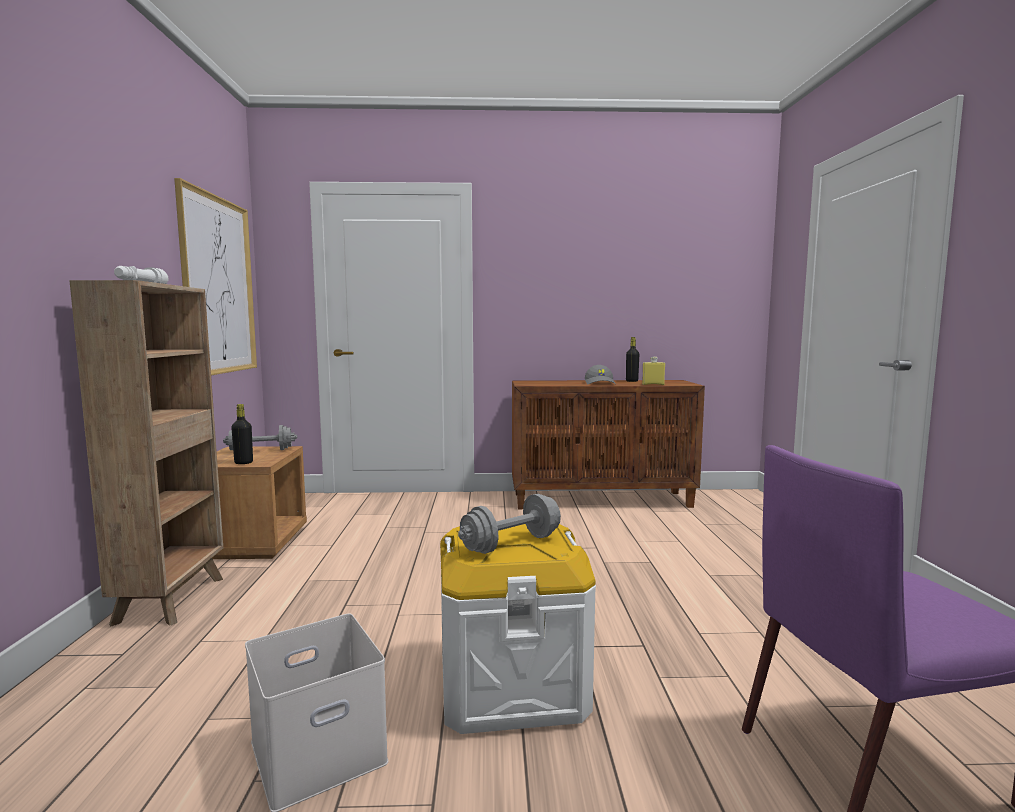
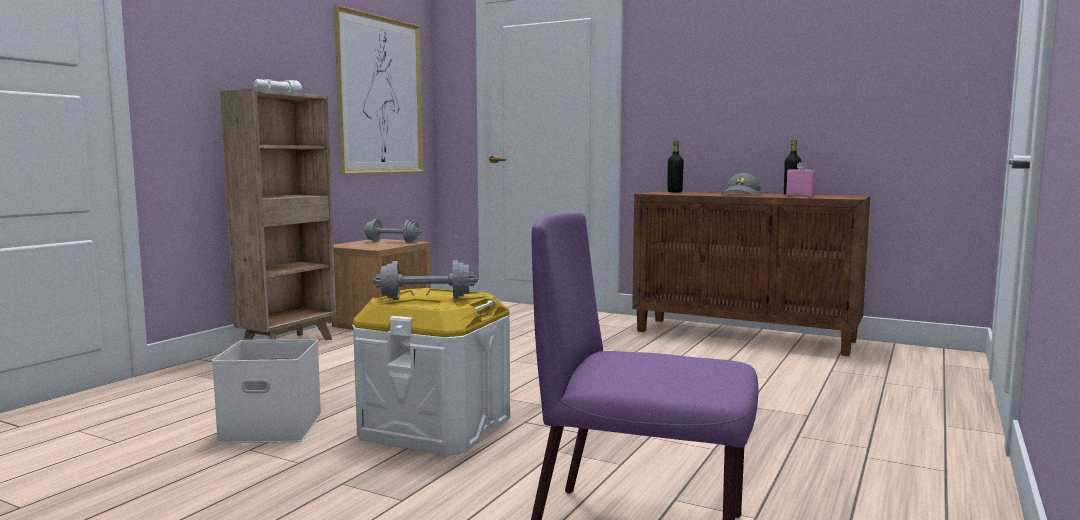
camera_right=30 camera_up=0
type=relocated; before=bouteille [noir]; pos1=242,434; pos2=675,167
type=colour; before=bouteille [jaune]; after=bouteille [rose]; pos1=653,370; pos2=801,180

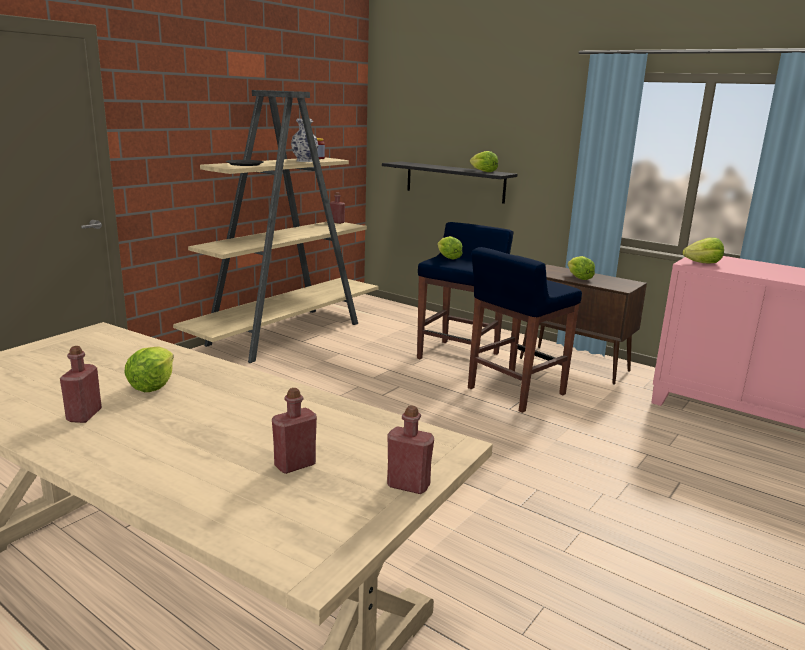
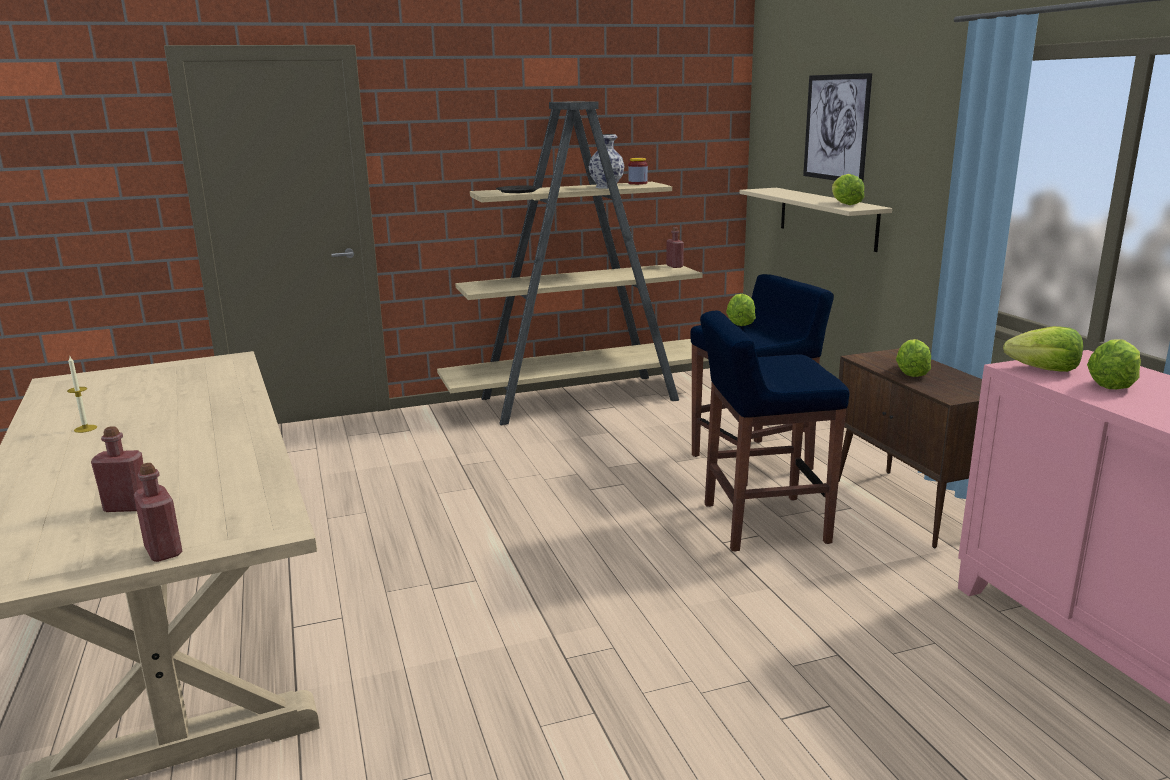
camera_right=35 camera_up=0
type=appeared; after=tableau; pos2=837,127
type=relocated; before=laitue; pos1=149,369; pos2=1114,364
type=exchanged; before=bouteille [rouge]; after=bougie; pos1=81,384; pos2=82,395
type=colour; before=étagère [noir]; after=étagère [beige]; pos1=449,182; pos2=815,220

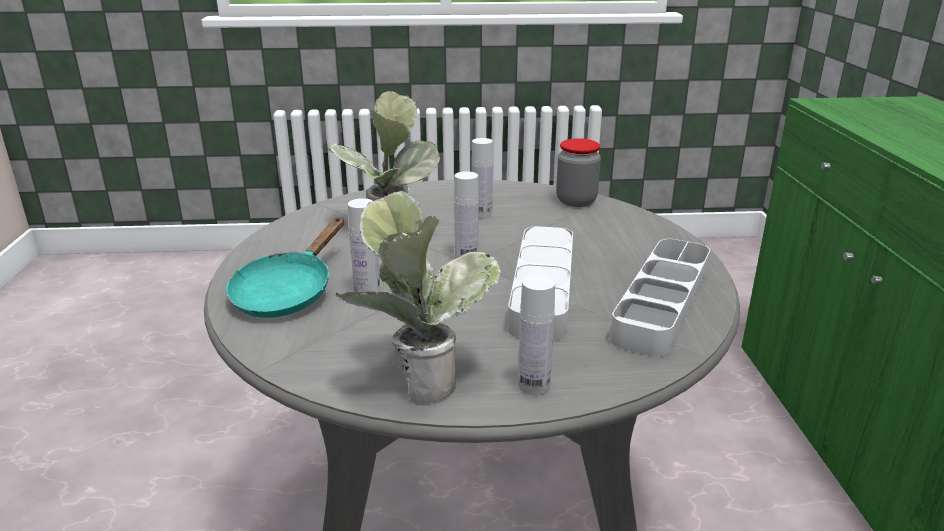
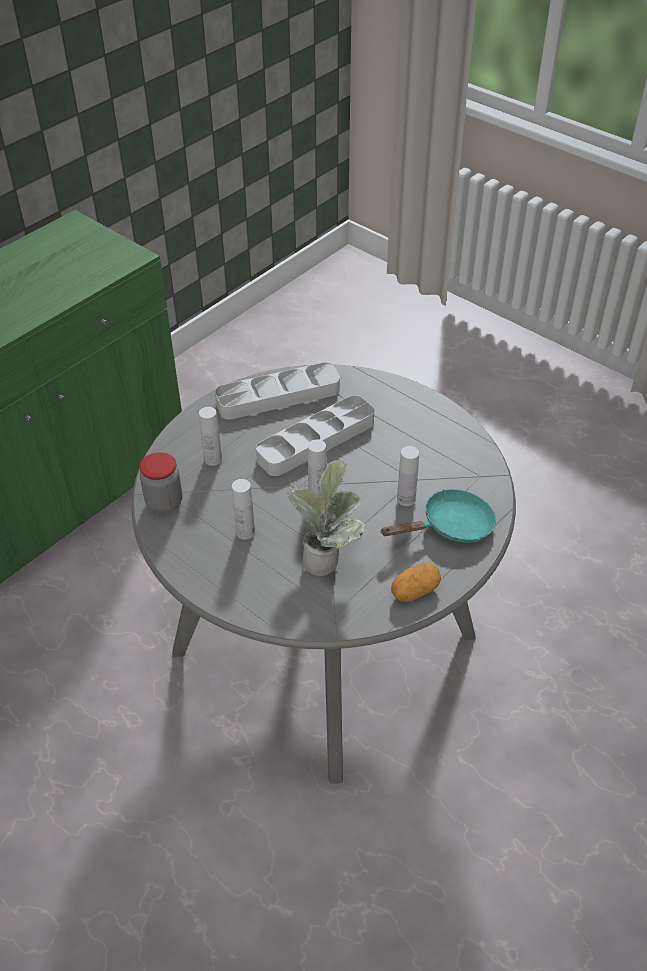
camera_right=-135 camera_up=20
type=missing; before=plante en pot; pos1=418,297
type=appeared; after=pomme de terre; pos2=416,582
type=relocated; before=bouteille [blanc]; pos1=536,335; pos2=210,436

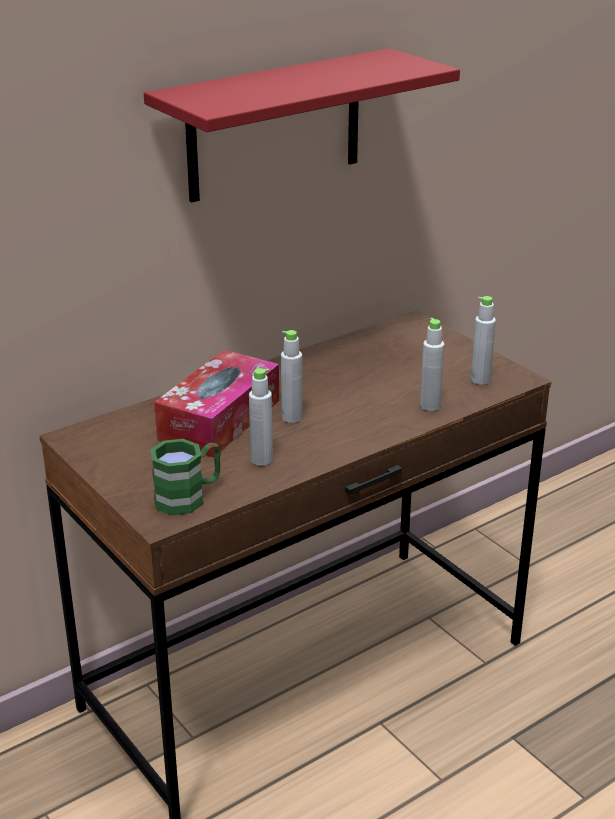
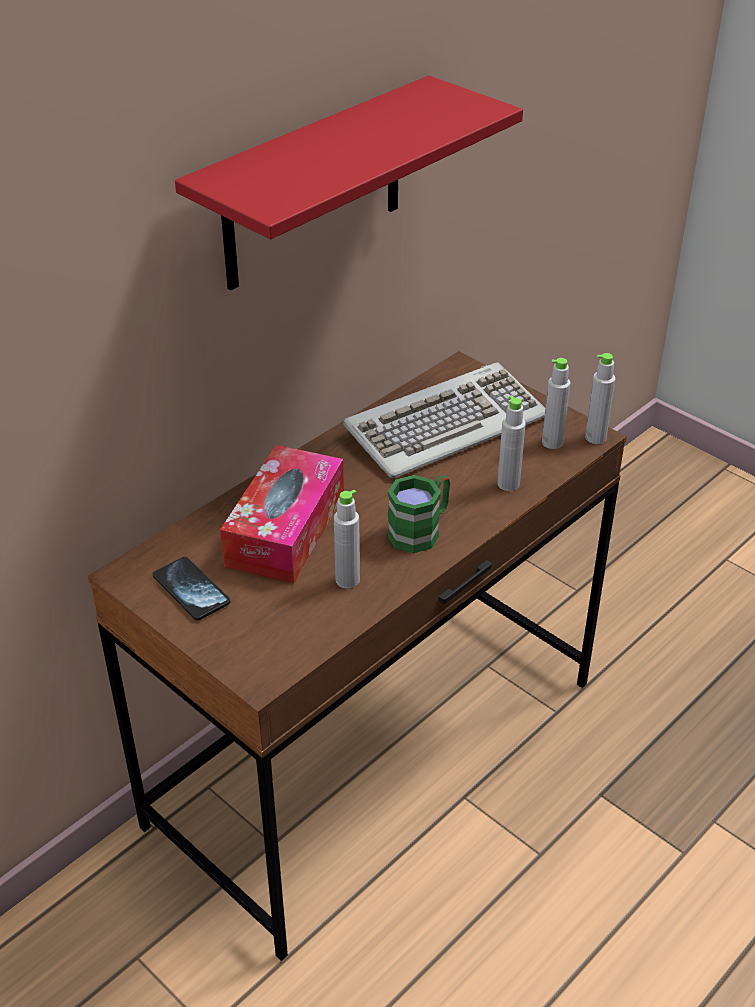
camera_right=-10 camera_up=10
type=appeared; after=téléphone; pos2=191,588
type=appeared; after=clavier; pos2=444,420
type=relocated; before=mug [vert]; pos1=186,477; pos2=418,514
type=relocated; before=bouteille [gris]; pos1=291,376; pos2=600,398

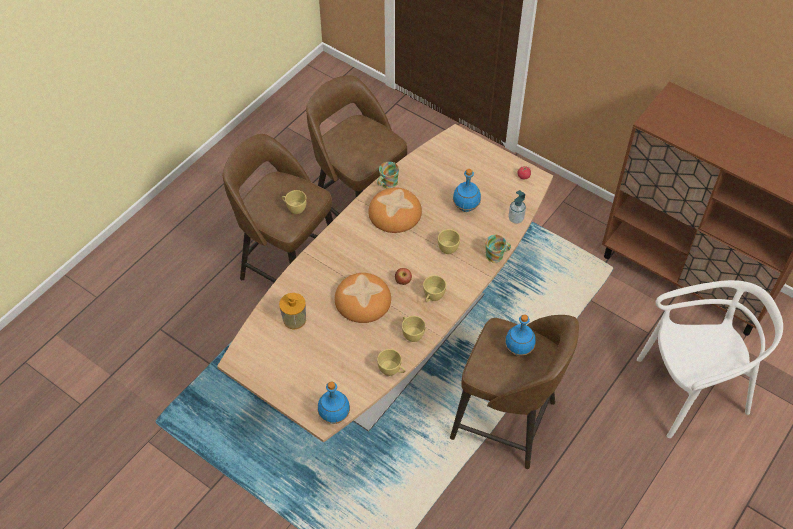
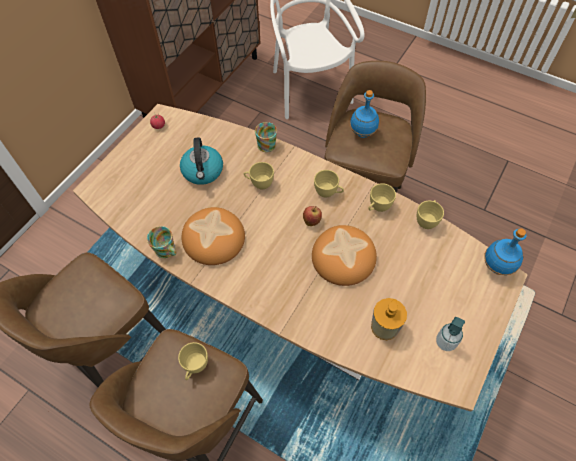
camera_right=-95 camera_up=5
type=relocated; before=distributeur de savon; pos1=517,207; pos2=450,334
type=exchanged; before=bouteille [bleu]; after=bouilloire; pos1=467,190; pos2=201,161

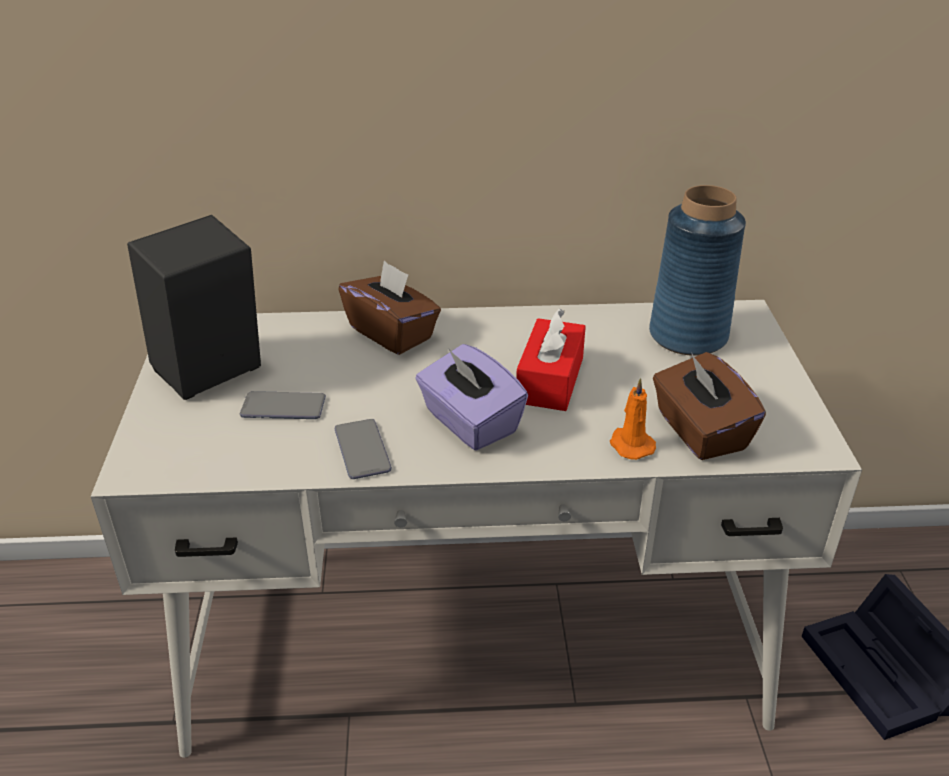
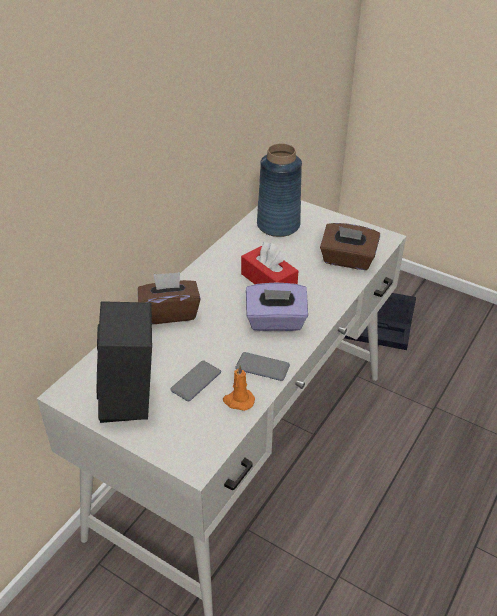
camera_right=-55 camera_up=5
type=relocated; before=bougie [orange]; pos1=633,419; pos2=239,388

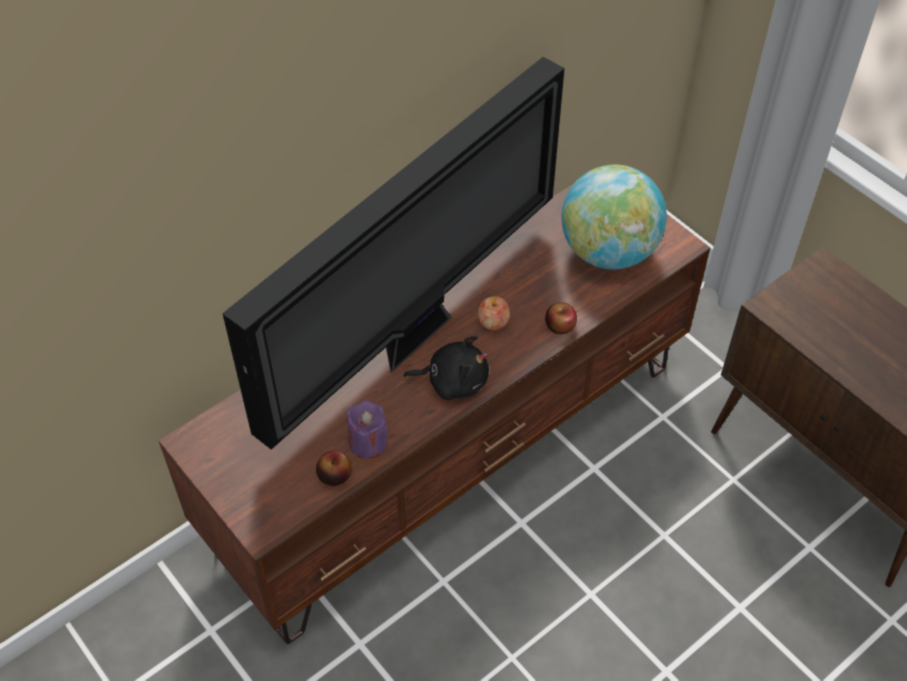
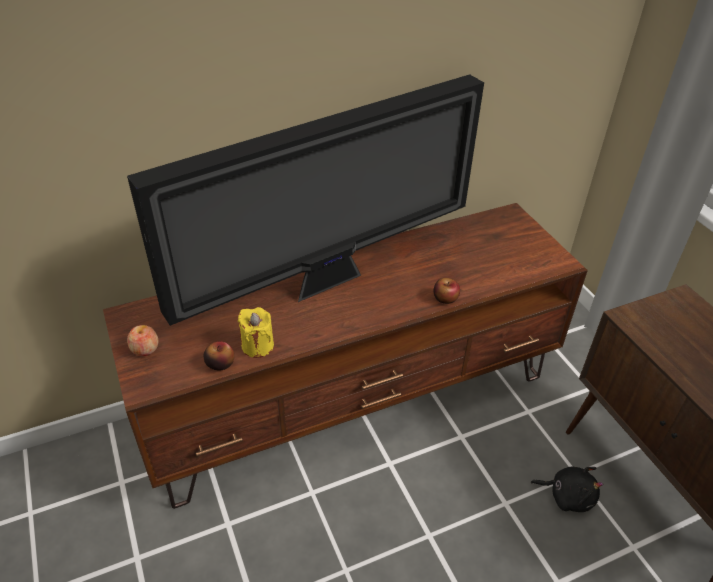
camera_right=15 camera_up=-10
type=missing; before=globe; pos1=614,217
type=relocated; before=peluche [noir]; pos1=446,368; pos2=567,489
type=relocated; before=pomme; pos1=494,313; pos2=142,340
type=colour; before=bougie [violet]; after=bougie [jaune]; pos1=367,429; pos2=256,332

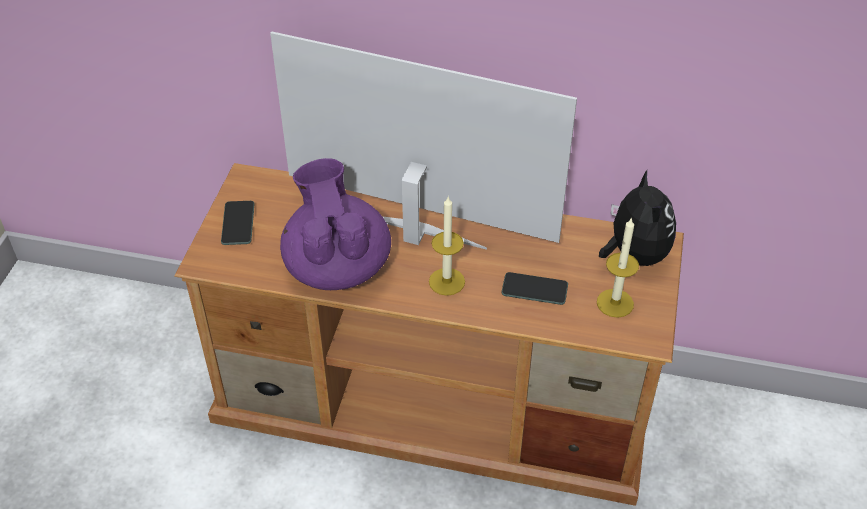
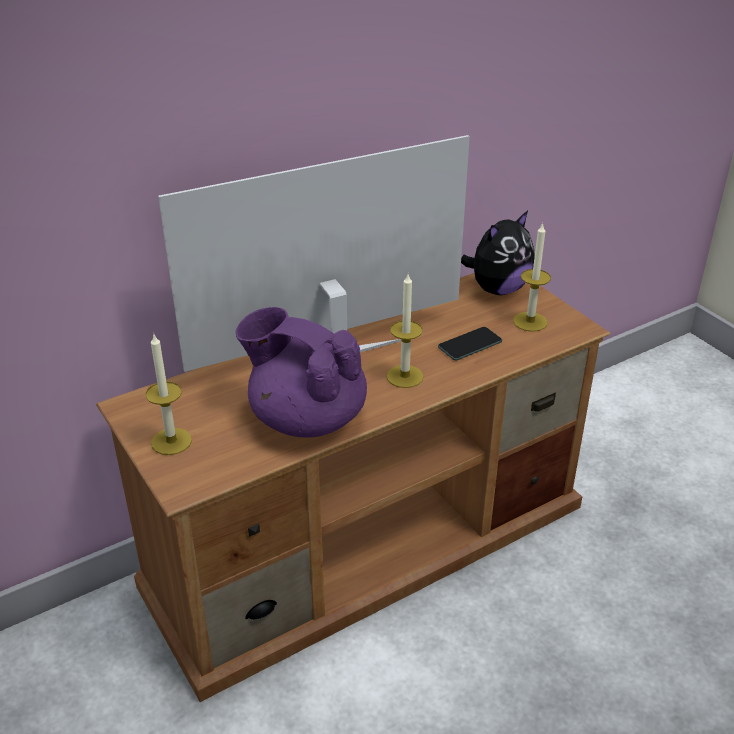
camera_right=-45 camera_up=-10
type=exchanged; before=téléphone; after=bougie; pos1=237,223; pos2=169,395
type=spun; before=peluche; pos1=637,218; pos2=498,253; turn=105

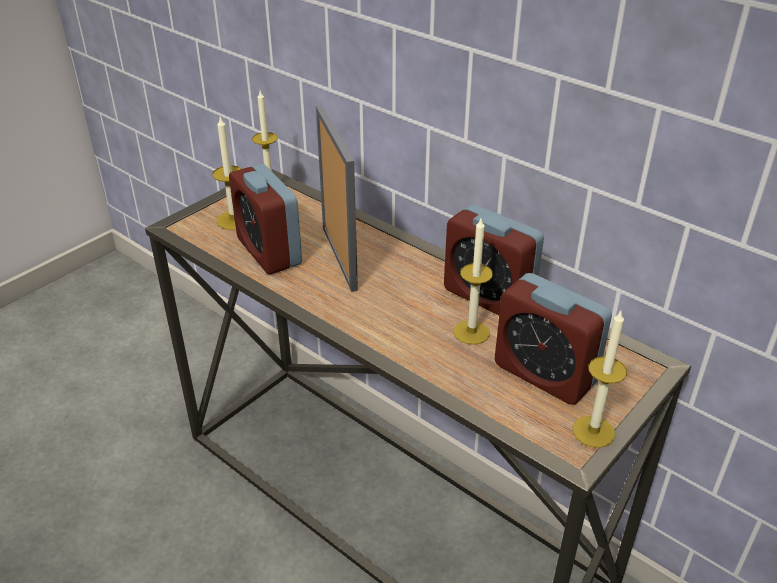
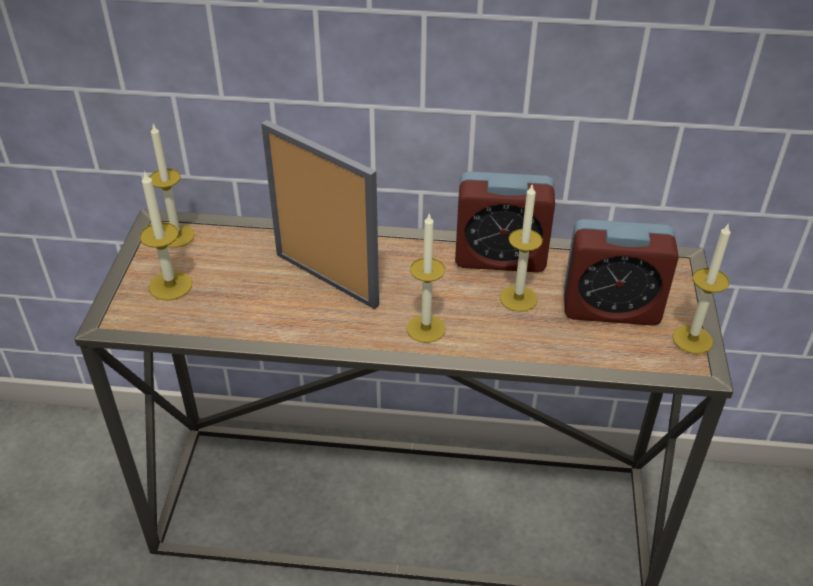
camera_right=-35 camera_up=5
type=missing; before=réveil; pos1=265,219
type=appeared; after=bougie; pos2=426,278

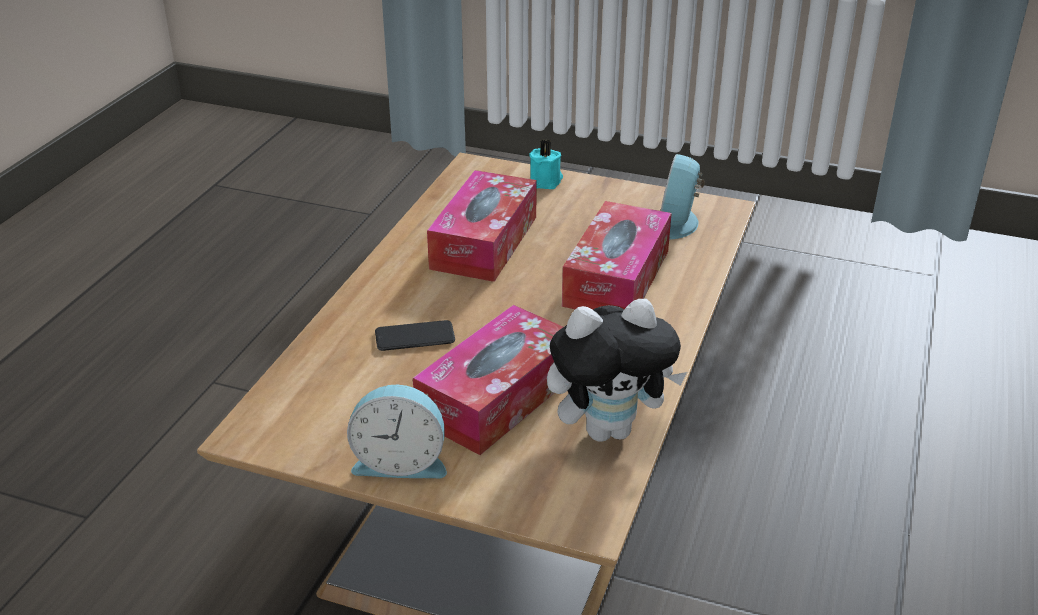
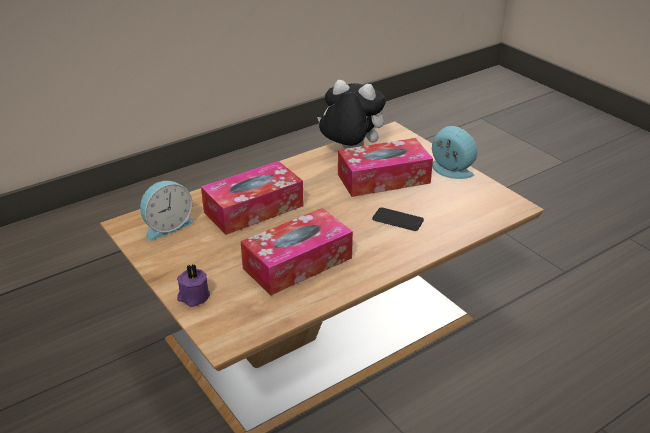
camera_right=-145 camera_up=0
type=colour; before=bougie [turquoise]; after=bougie [violet]; pos1=546,164; pos2=193,286

